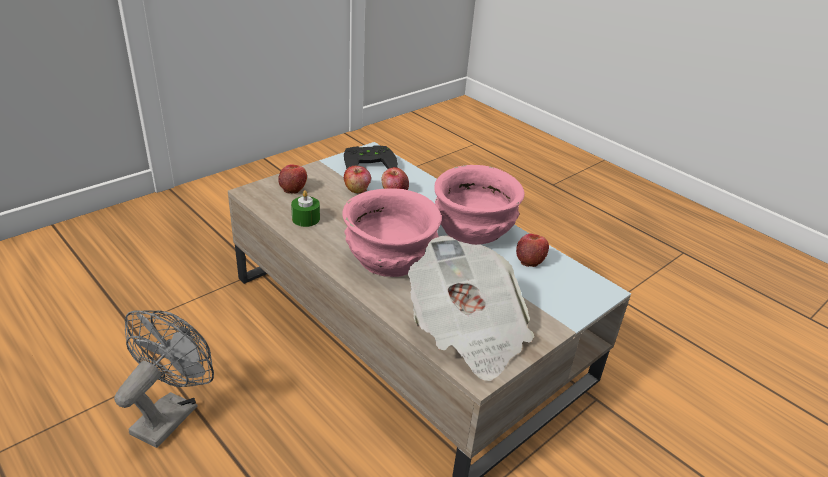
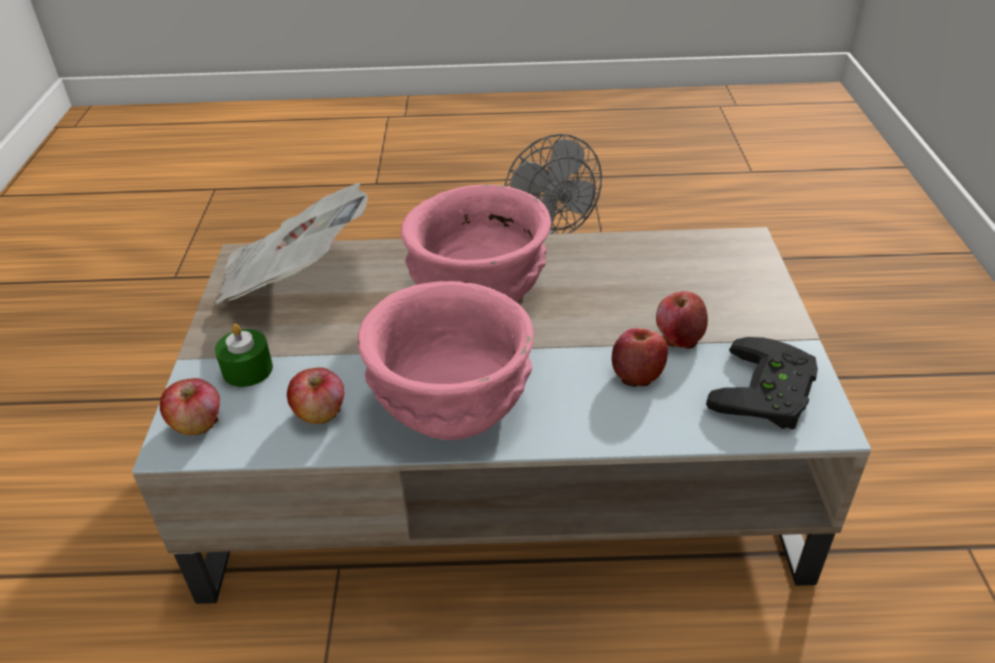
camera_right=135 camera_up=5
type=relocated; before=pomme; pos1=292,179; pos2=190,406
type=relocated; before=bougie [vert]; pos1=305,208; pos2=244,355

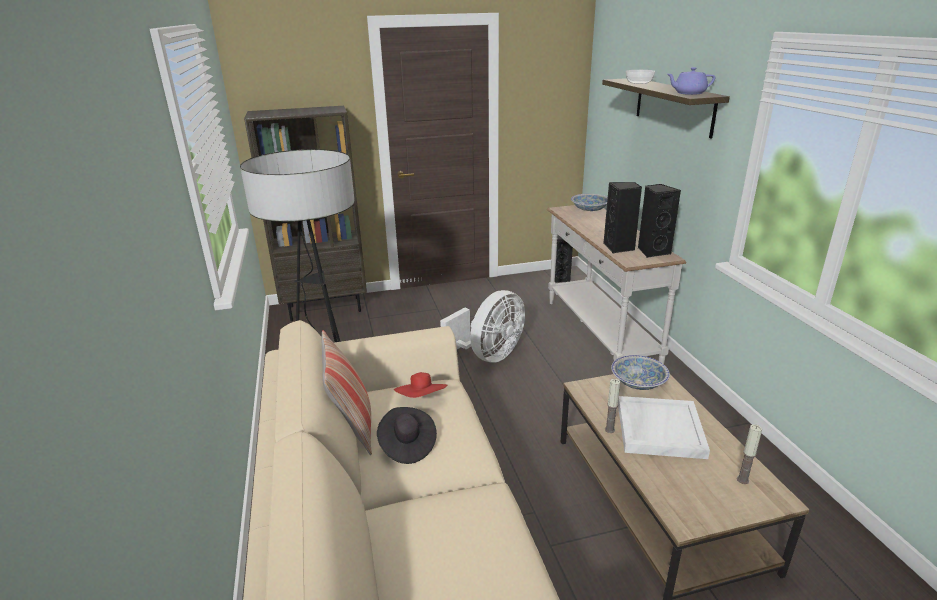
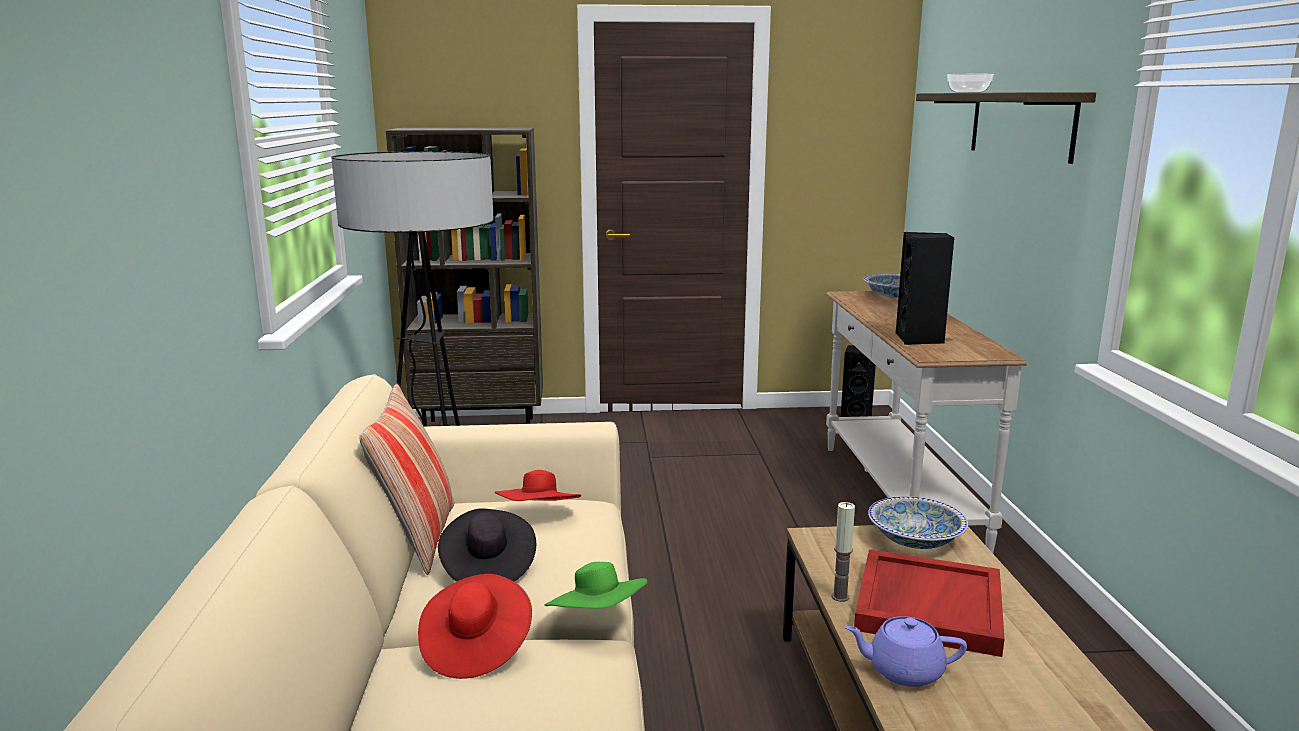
camera_right=10 camera_up=-10
type=missing; before=ventilateur [blanc]; pos1=482,326
type=missing; before=enceinte [noir]; pos1=659,221
type=missing; before=bougie; pos1=749,454
type=appeared; after=chapeau [rouge]; pos2=475,626
type=appeared; after=chapeau [vert]; pos2=596,585
type=relocated; before=théière [violet]; pos1=691,81; pos2=906,651
type=colour; before=plateau [blanc]; after=plateau [rouge]; pos1=664,427; pos2=929,603

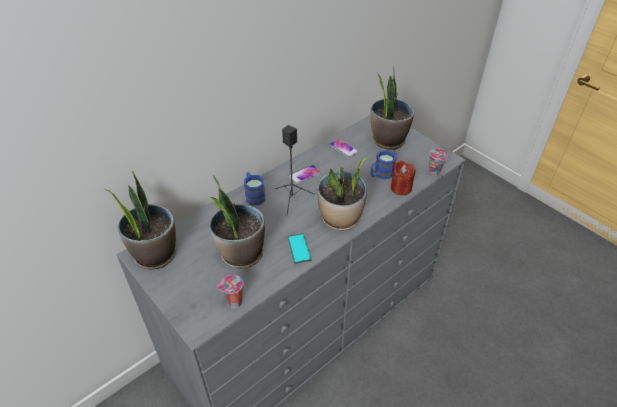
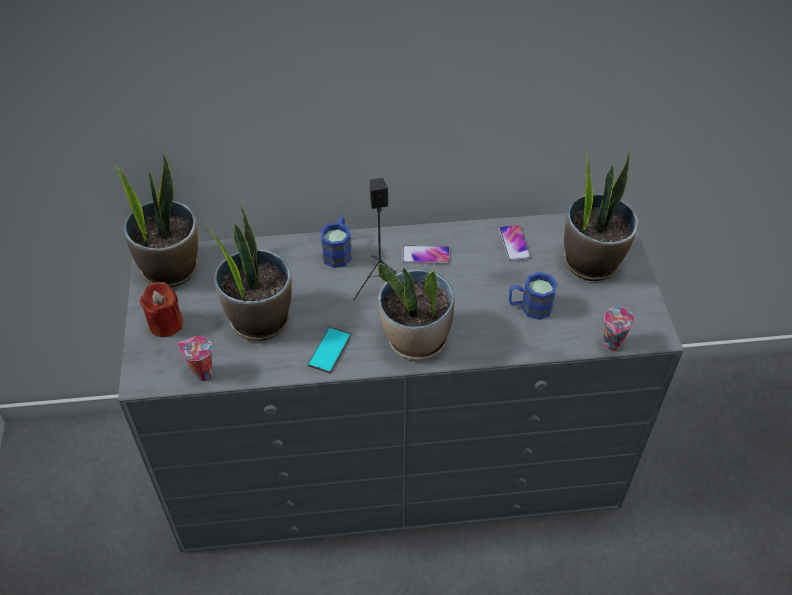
camera_right=35 camera_up=5
type=relocated; before=bougie [rouge]; pos1=403,177; pos2=161,309

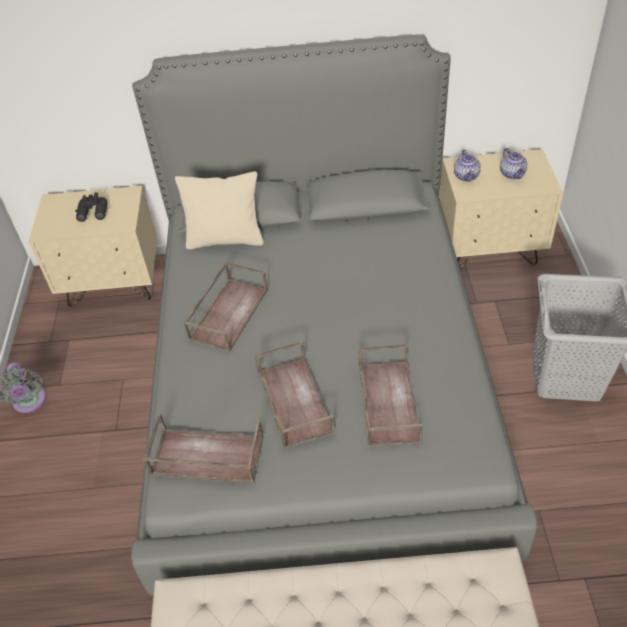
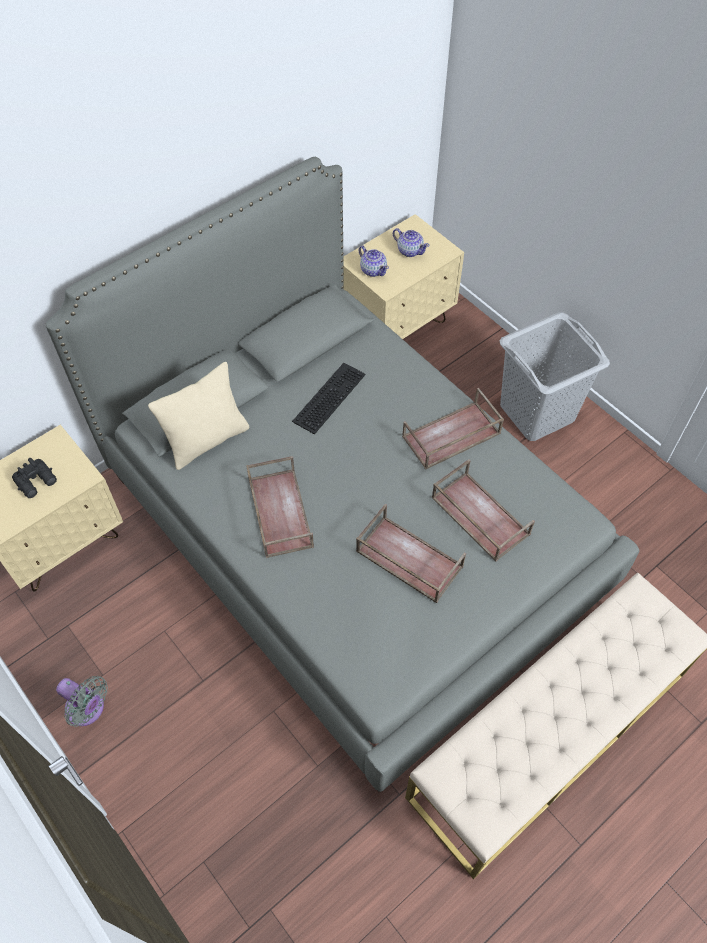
camera_right=-40 camera_up=10
type=appeared; after=clavier; pos2=329,398
type=relocated; before=plateau [marron]; pos1=203,448; pos2=453,429

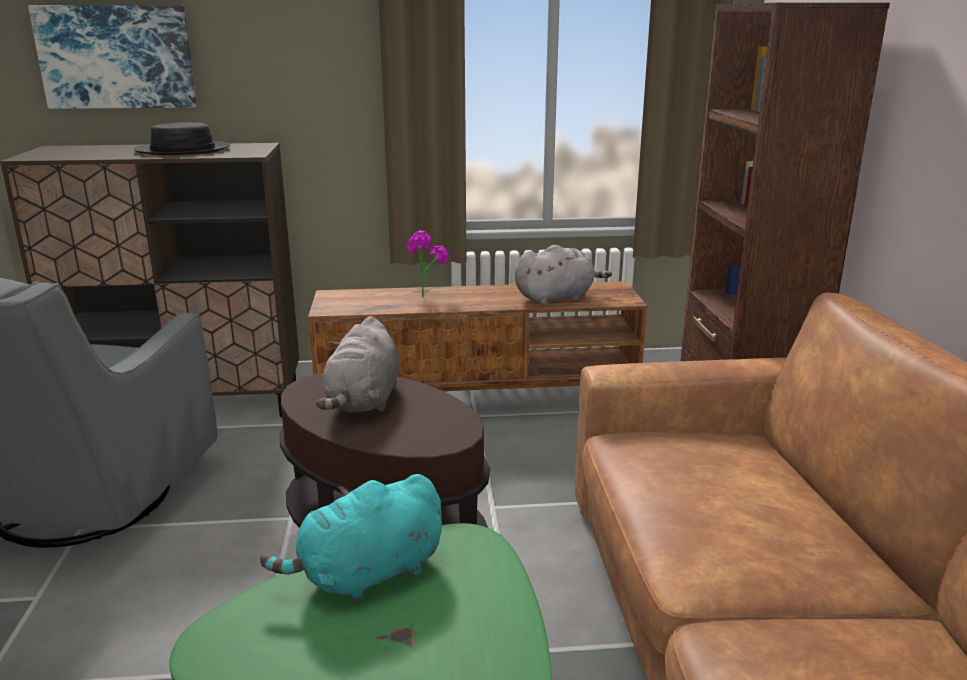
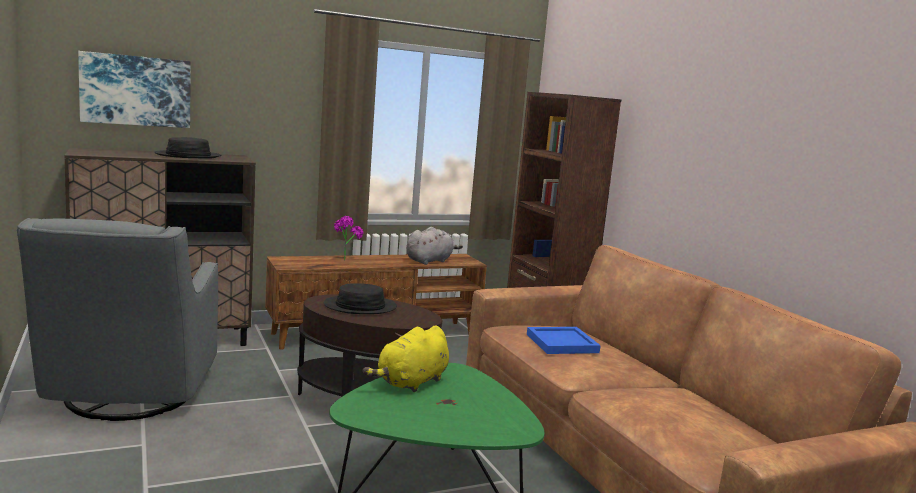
camera_right=-20 camera_up=-10
type=appeared; after=plateau [bleu]; pos2=564,340
type=exchanged; before=peluche [gris]; after=chapeau [noir]; pos1=358,364; pos2=360,298
type=colour; before=peluche [turquoise]; after=peluche [jaune]; pos1=351,538; pos2=406,358

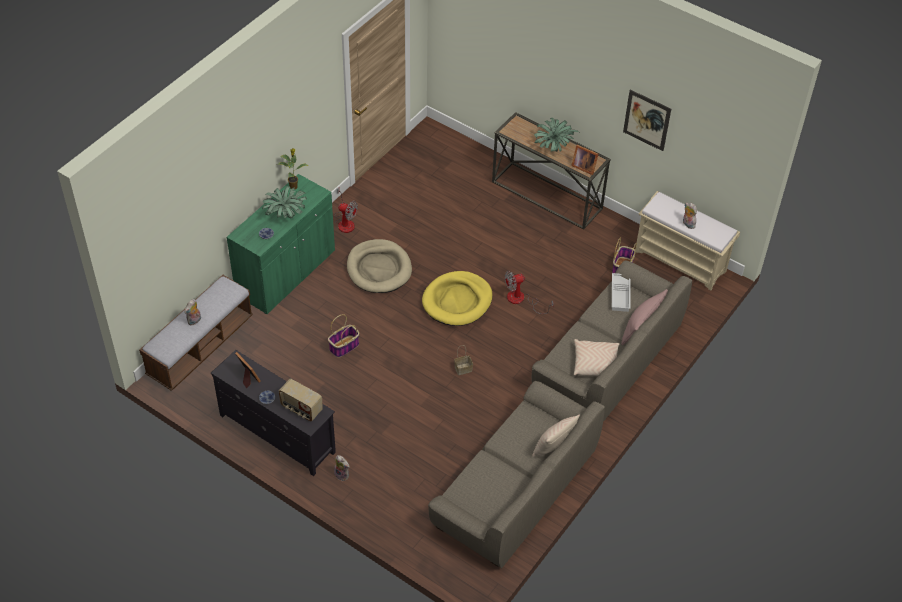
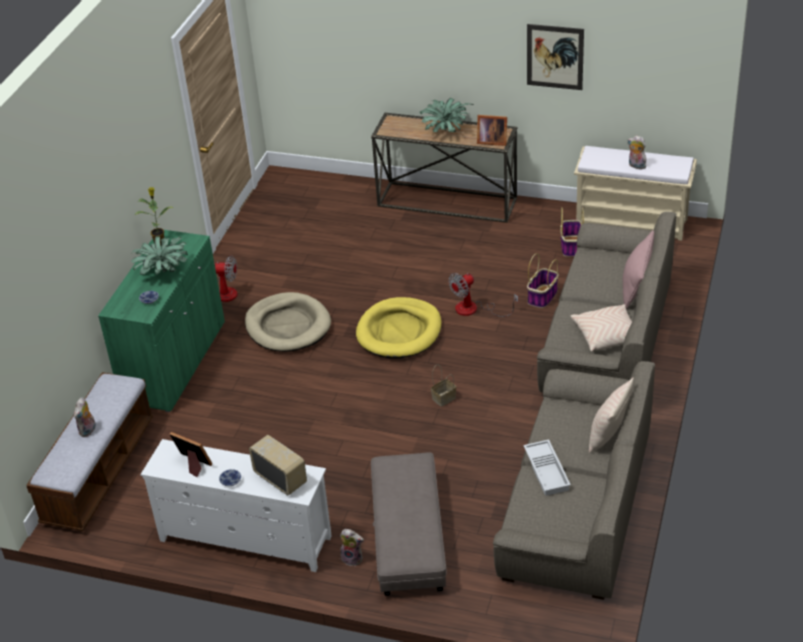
camera_right=-15 camera_up=-10
type=appeared; after=pouf [gris]; pos2=409,524
type=relocated; before=panier; pos1=343,336; pos2=543,280
type=relocated; before=plateau [blanc]; pos1=621,292; pos2=547,468
type=colour; before=meuble télé [noir]; after=meuble télé [blanc]; pos1=273,413; pos2=236,505
type=spun; before=radio; pos1=301,400; pos2=278,465; turn=-150

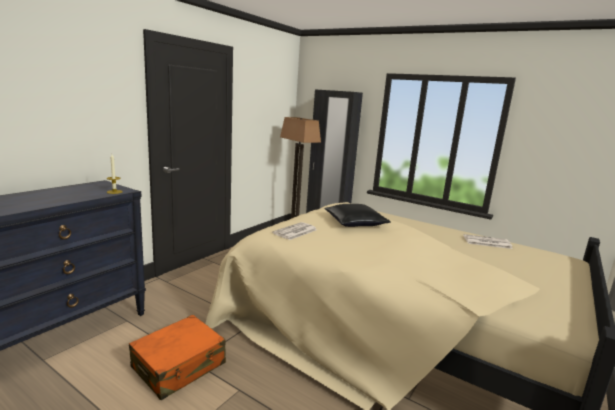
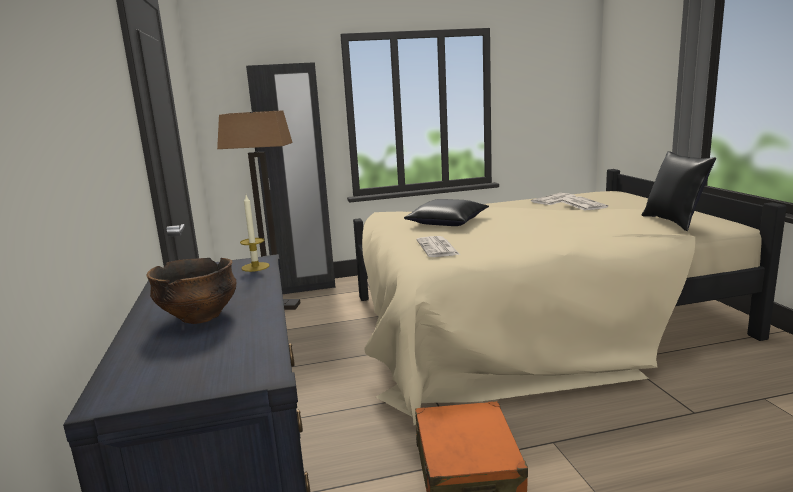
camera_right=-45 camera_up=0
type=appeared; after=bol; pos2=191,291
type=appeared; after=journal; pos2=584,203
type=appeared; after=coussin [noir]; pos2=679,191

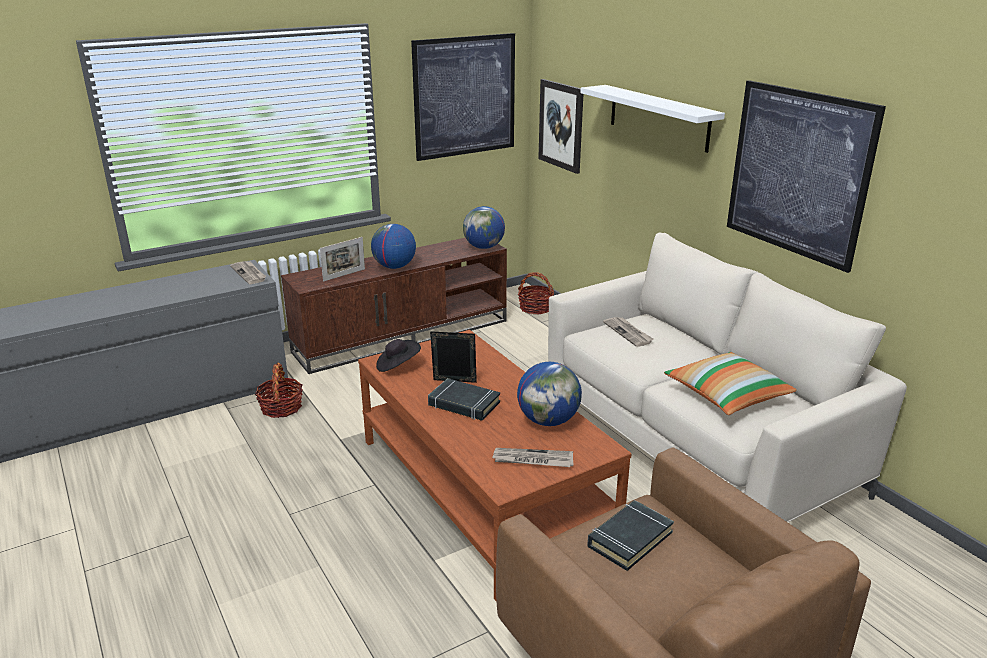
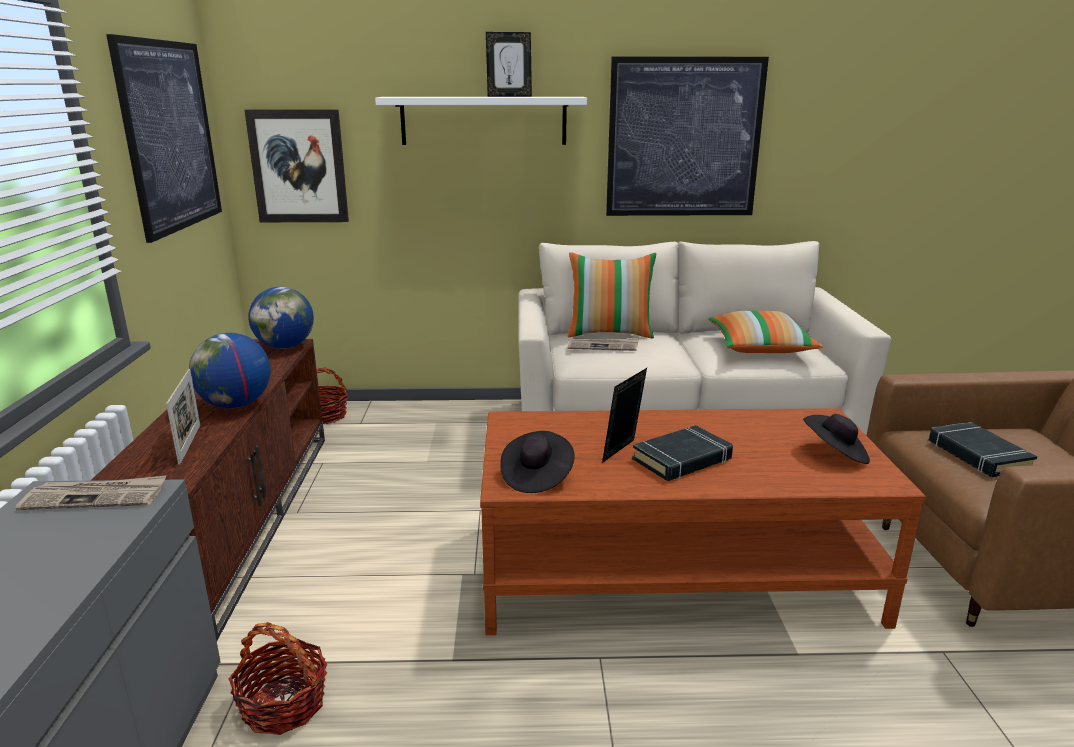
camera_right=-60 camera_up=-5
type=missing; before=globe; pos1=549,394
type=appeared; after=cadre photo; pos2=509,64
type=appeared; after=coussin; pos2=612,295
type=exchanged; before=journal; after=chapeau [noir]; pos1=532,457; pos2=836,439

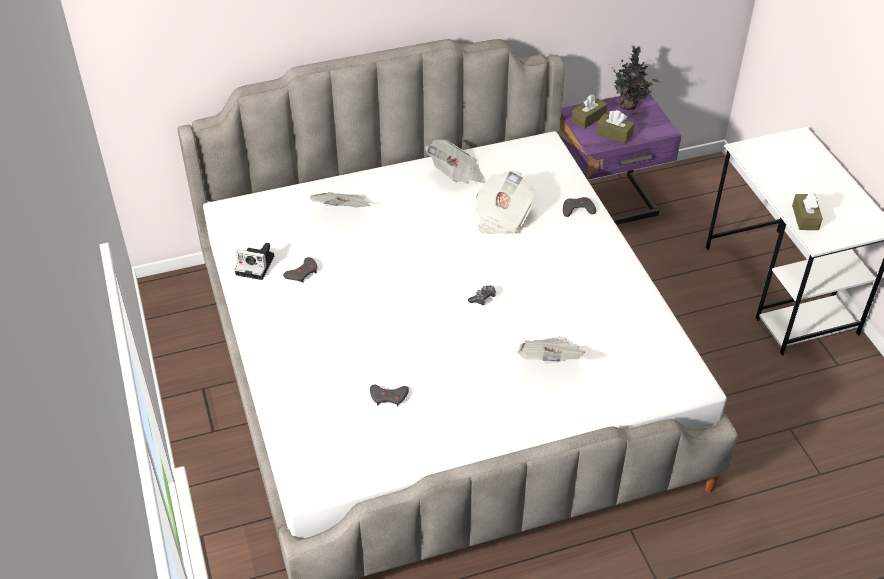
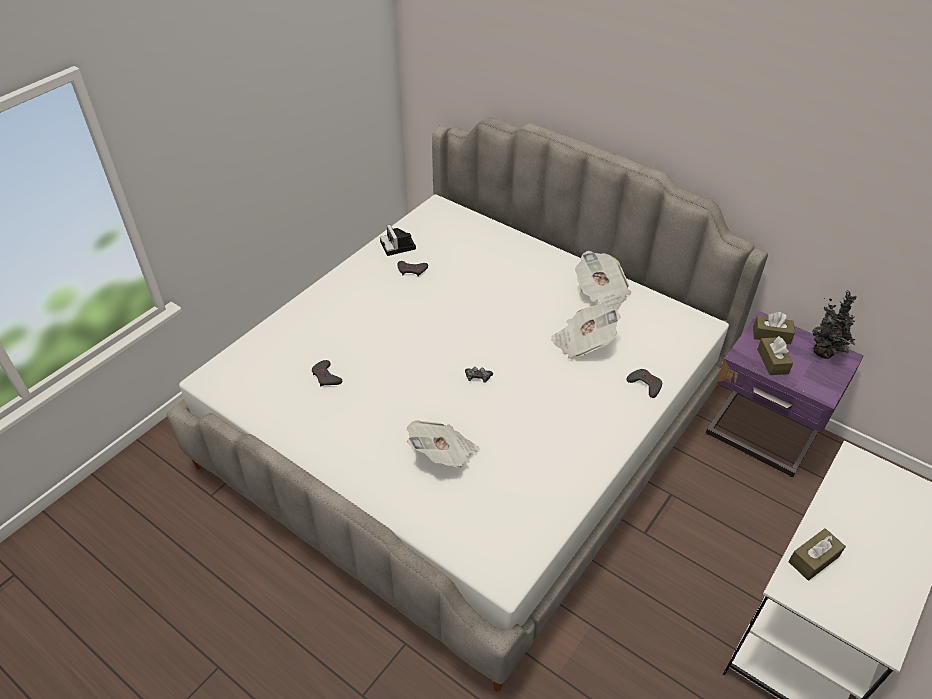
camera_right=55 camera_up=0
type=missing; before=journal; pos1=340,200

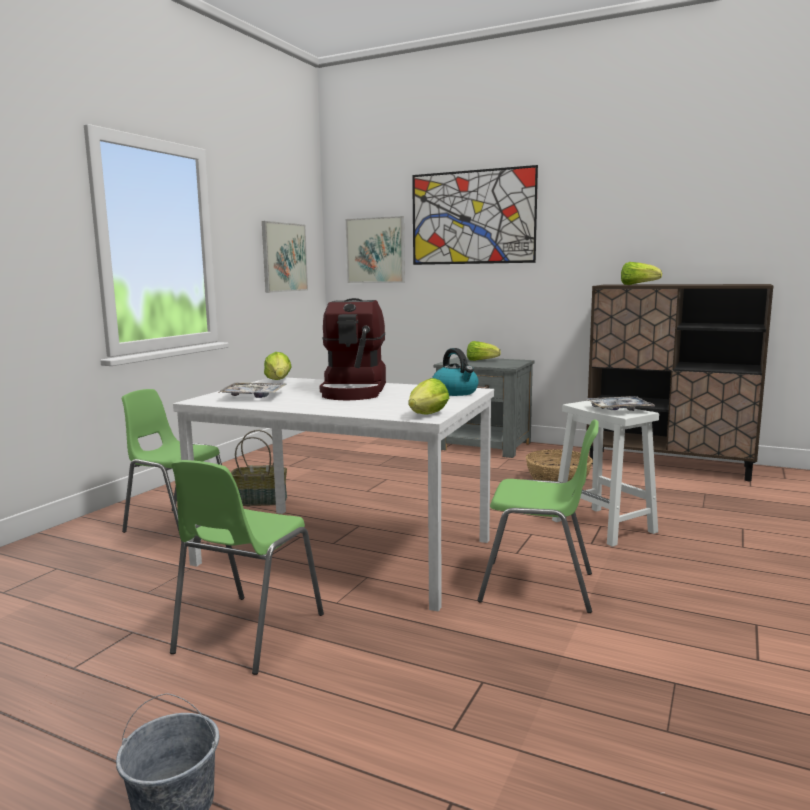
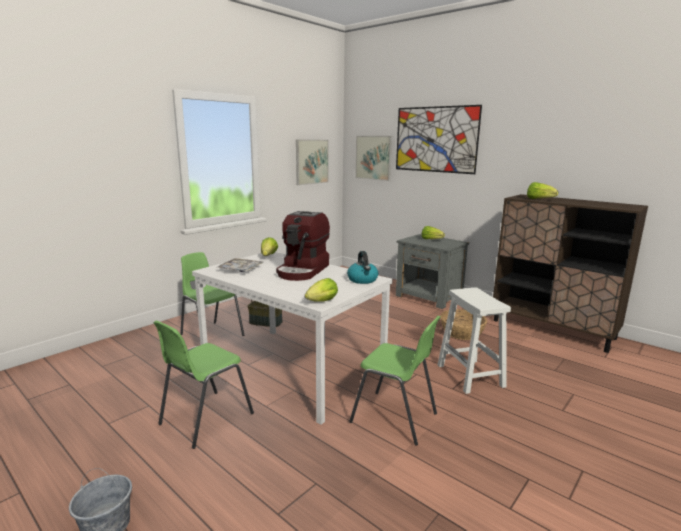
camera_right=15 camera_up=5
type=missing; before=plateau; pos1=620,403

